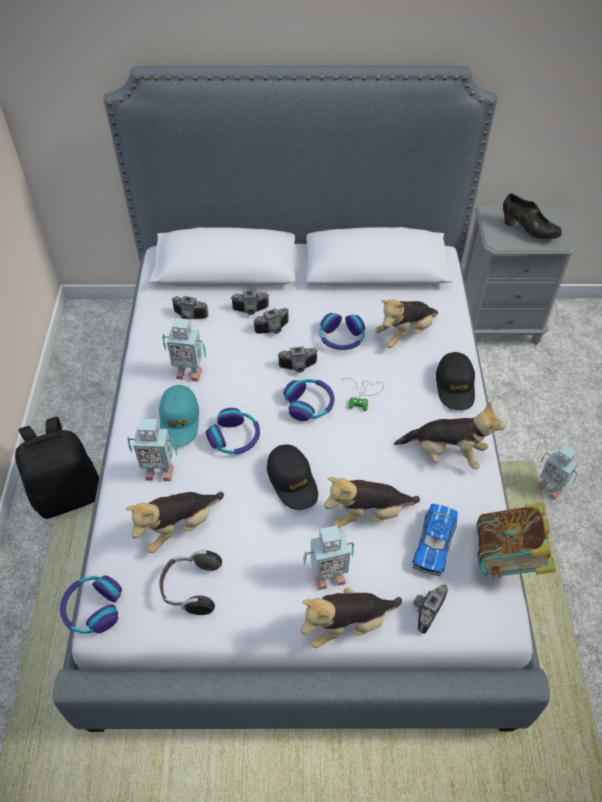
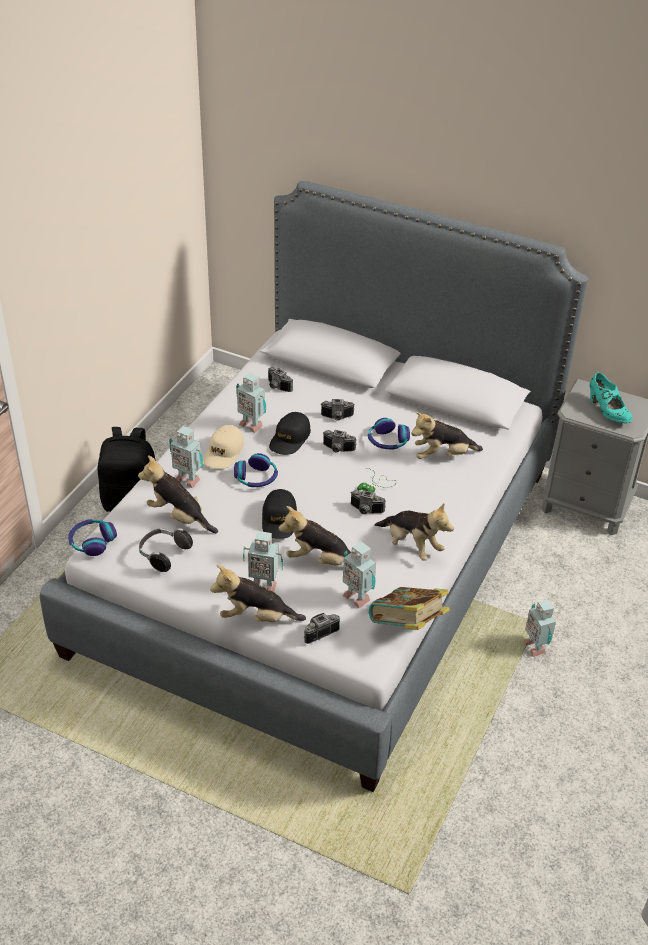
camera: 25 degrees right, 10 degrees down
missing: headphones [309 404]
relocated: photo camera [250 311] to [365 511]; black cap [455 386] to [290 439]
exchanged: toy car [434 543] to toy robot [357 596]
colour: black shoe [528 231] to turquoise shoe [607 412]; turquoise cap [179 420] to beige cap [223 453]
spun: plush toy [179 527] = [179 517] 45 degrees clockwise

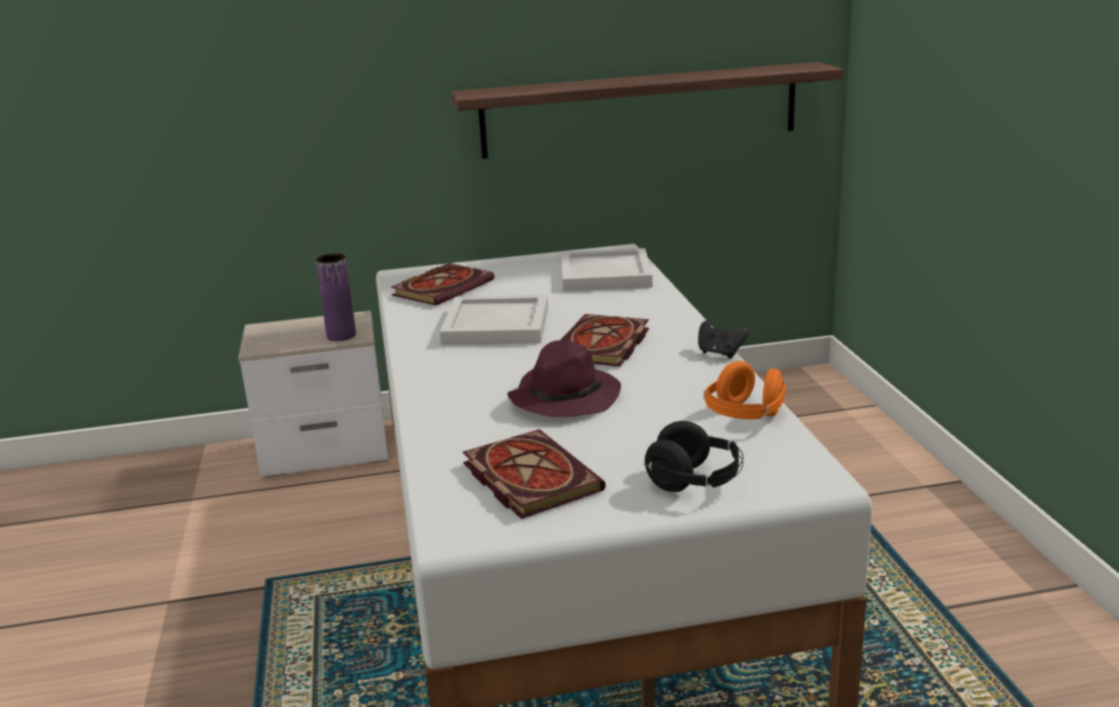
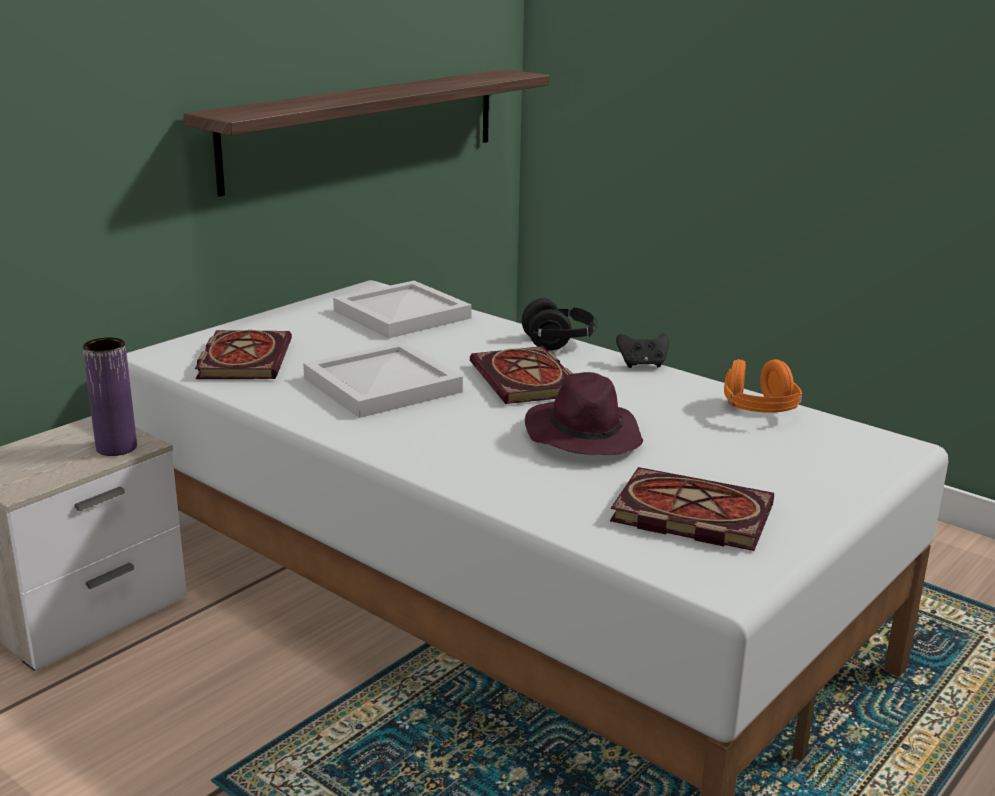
camera: 40 degrees left, 0 degrees up
relocated: black headphones [695 482] to [559 343]

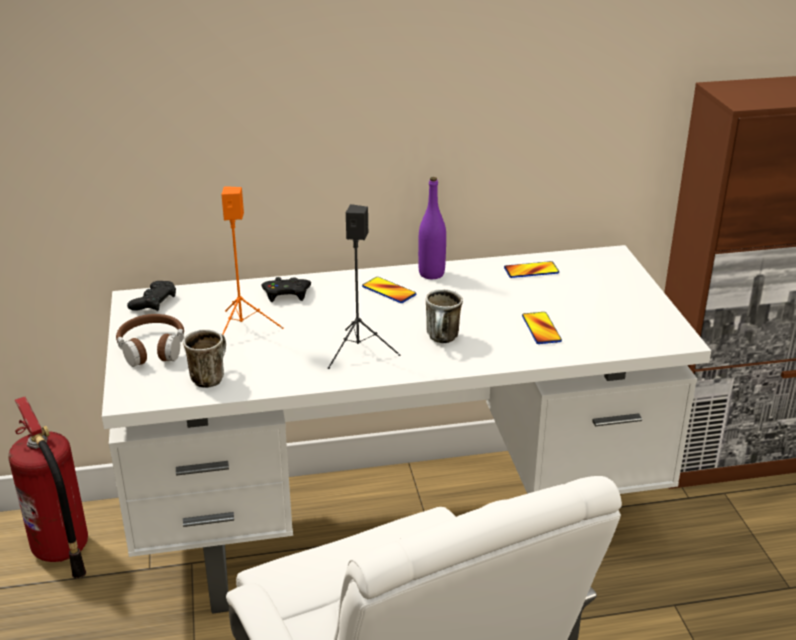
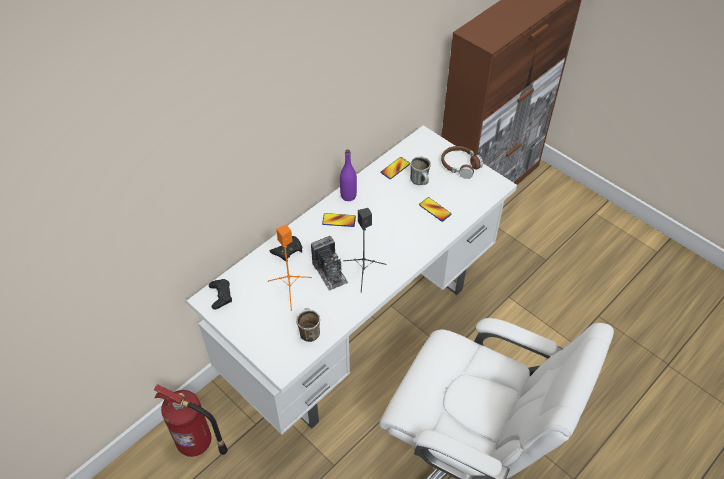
camera: 35 degrees left, 20 degrees up
appeared: photo camera [330 272]
relocated: mug [443 340] to [421 182]; brown headphones [152 348] to [460 165]

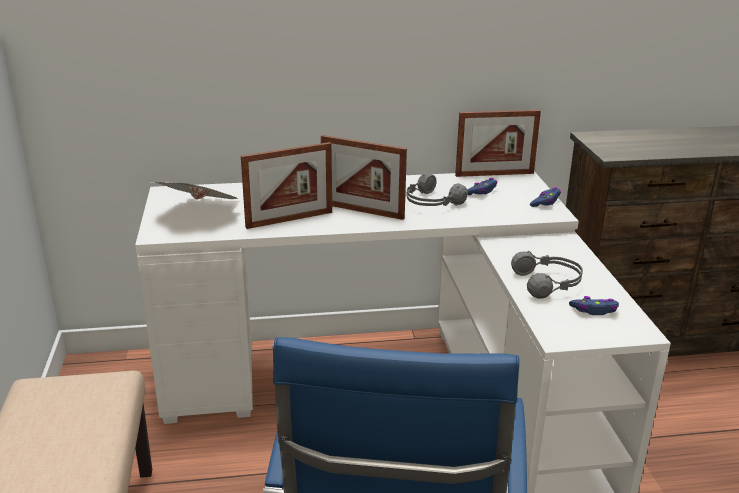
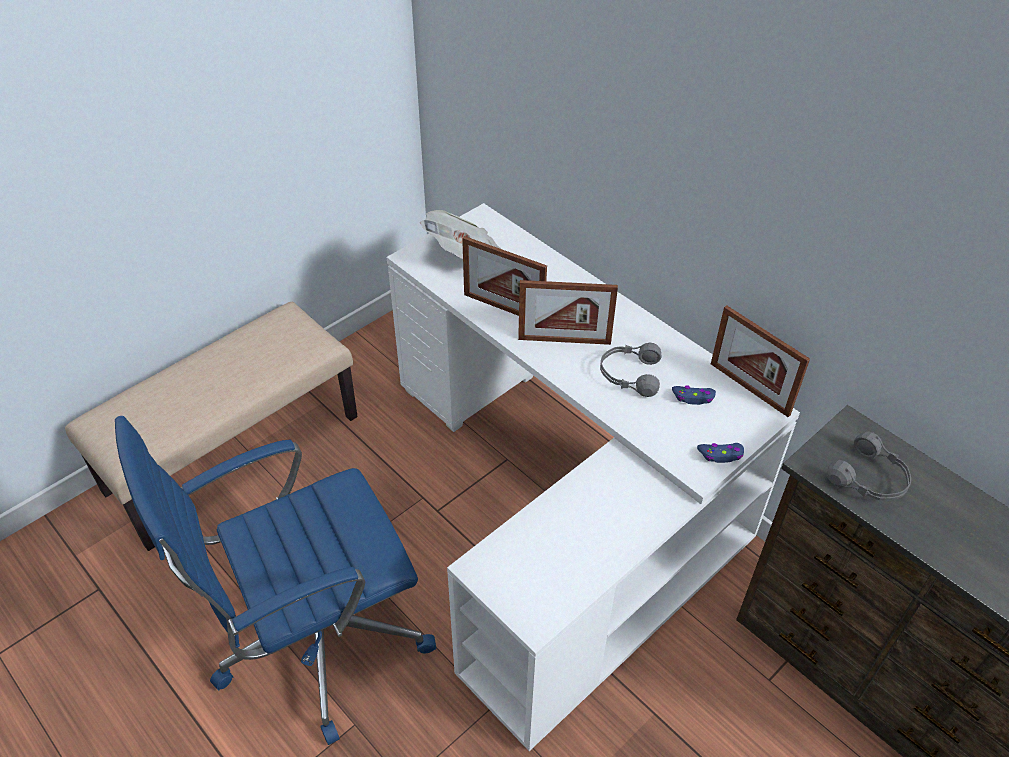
camera: 55 degrees right, 20 degrees up
missing: blue game controller [594 310]
relocated: grey headphones [548 283] to [869 479]
spun: picture frame [362 211] = [564 340] 75 degrees counterclockwise

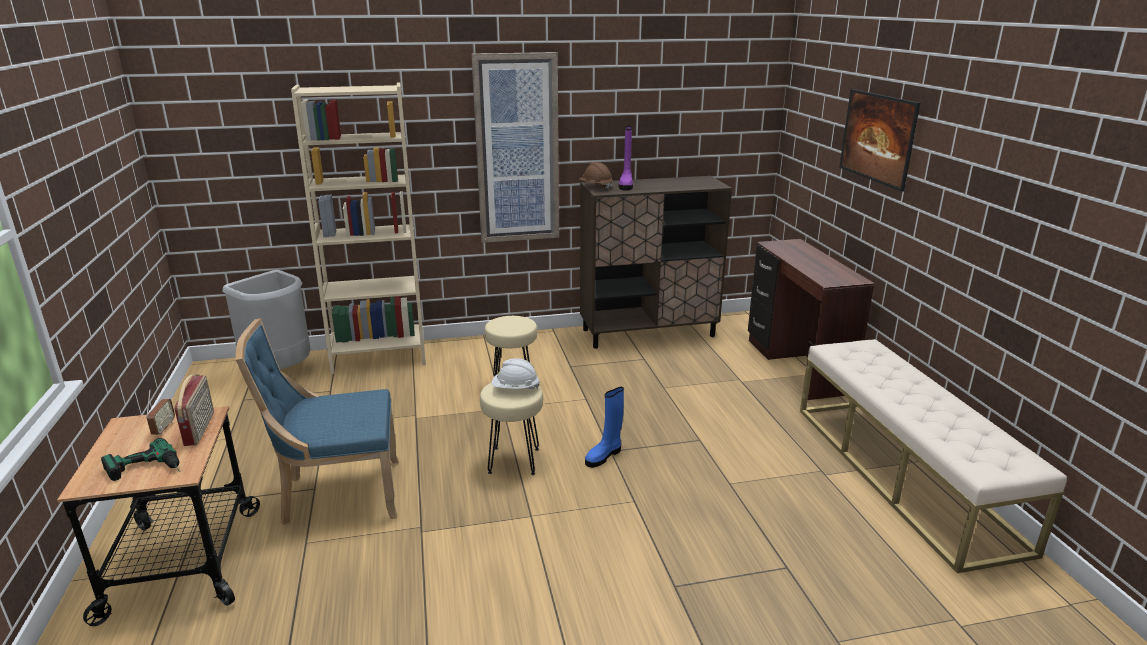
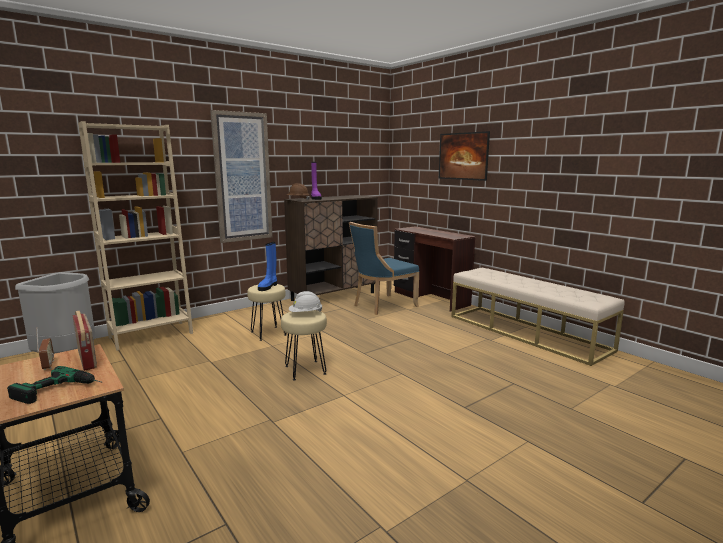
camera: 25 degrees left, 10 degrees down
relocated: blue chair [337 494] to [382 306]; blue boot [604 456] to [268 287]

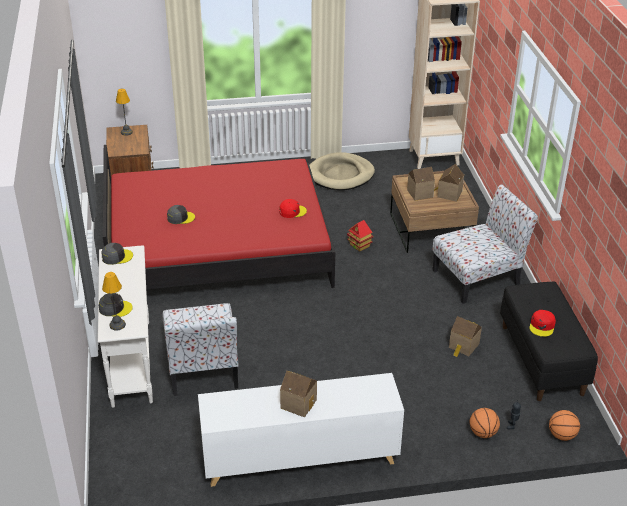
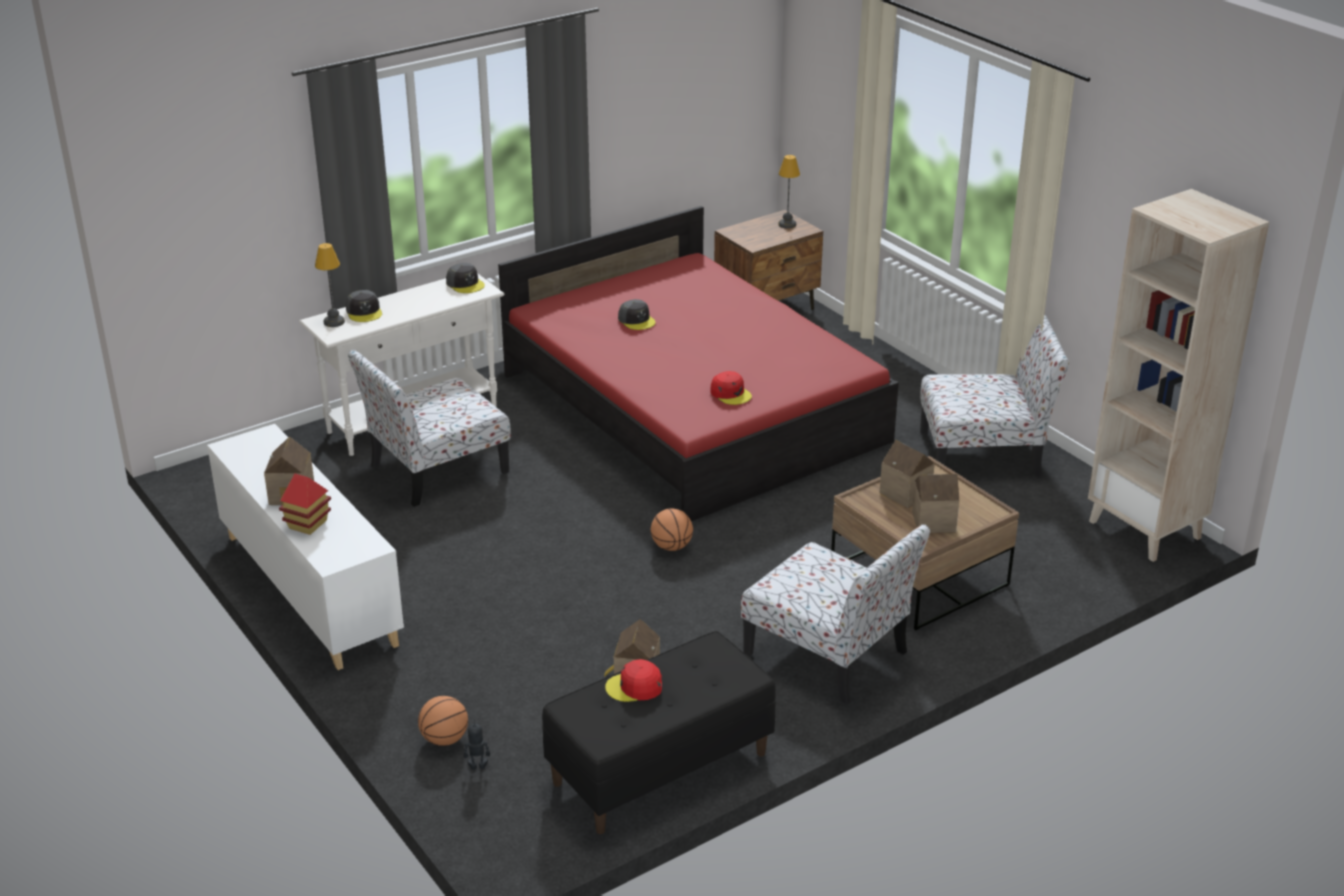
camera: 65 degrees right, 5 degrees down
relocated: toy house [359 245] to [308 524]; basketball [562 435] to [671 547]
exchanged: beige dog bed [341 175] to chair [984 454]

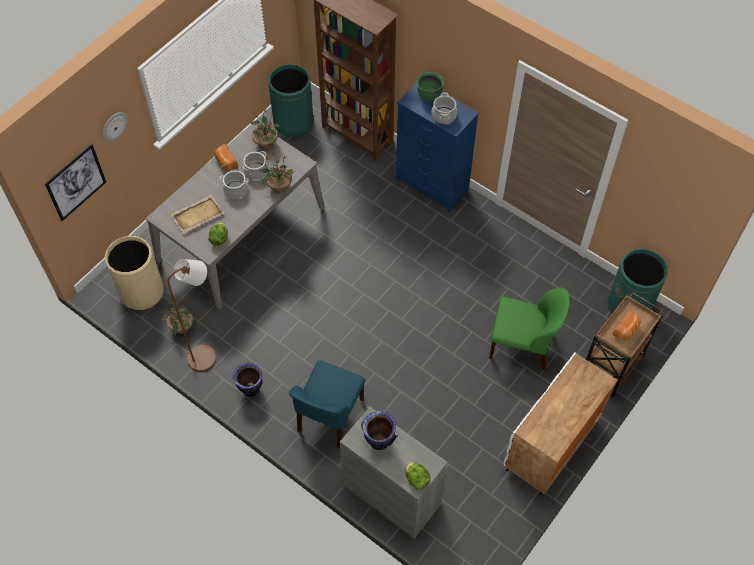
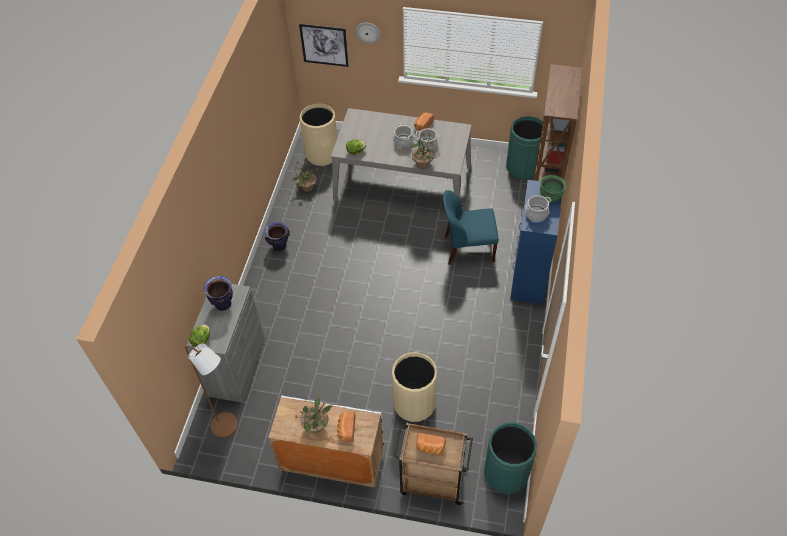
camera: 65 degrees right, 5 degrees down
missing: beige tray [197 215]
appeared: bread [346 429]
relocated: potted plant [266 143] to [316 425]; brown floor lamp [207 355] to [228 428]; blue chair [329 416] to [467 248]
exchanged: green chair [522 345] to beige trash can [414 403]

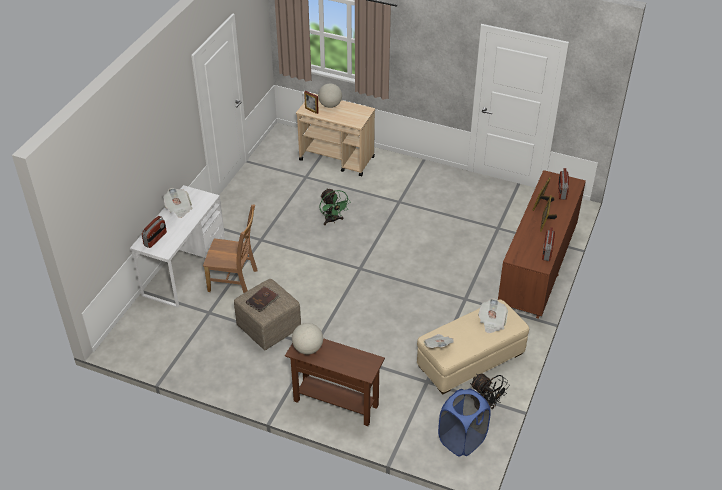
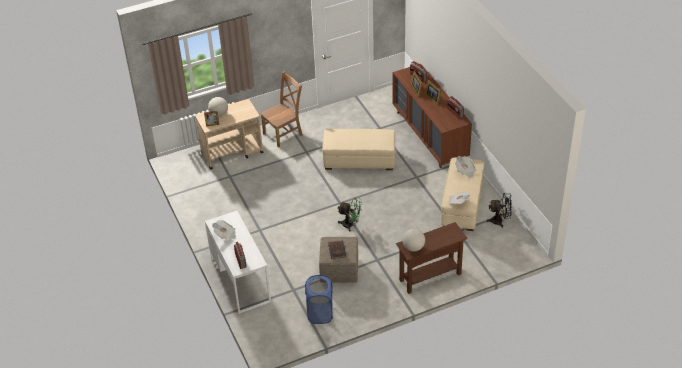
camera: 45 degrees left, 0 degrees up
appeared: beige ottoman [359 160]
relocated: green fan [332 220] to [350 225]; brown chair [235 281] to [284 133]; blue laundry basket [462 440] to [320 313]

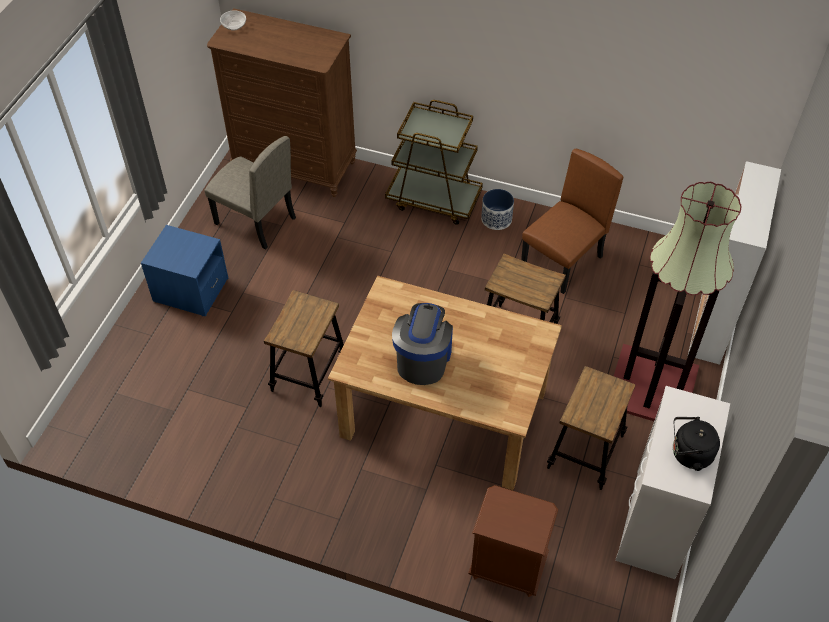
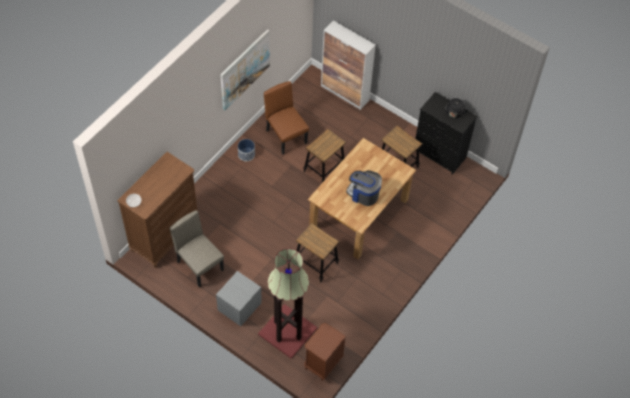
camera: 75 degrees left, 5 degrees up
missing: brown cart [434 199]
appeared: picture [244 69]
relocated: floor lamp [653 388] to [288 331]; brown nightstand [507 567] to [323 363]
colour: blue nightstand [191 290] to grey nightstand [239 306]; white dresser [655 524] to black dresser [440 154]
spun: beige chair [255 221] = [200 265] 90 degrees counterclockwise

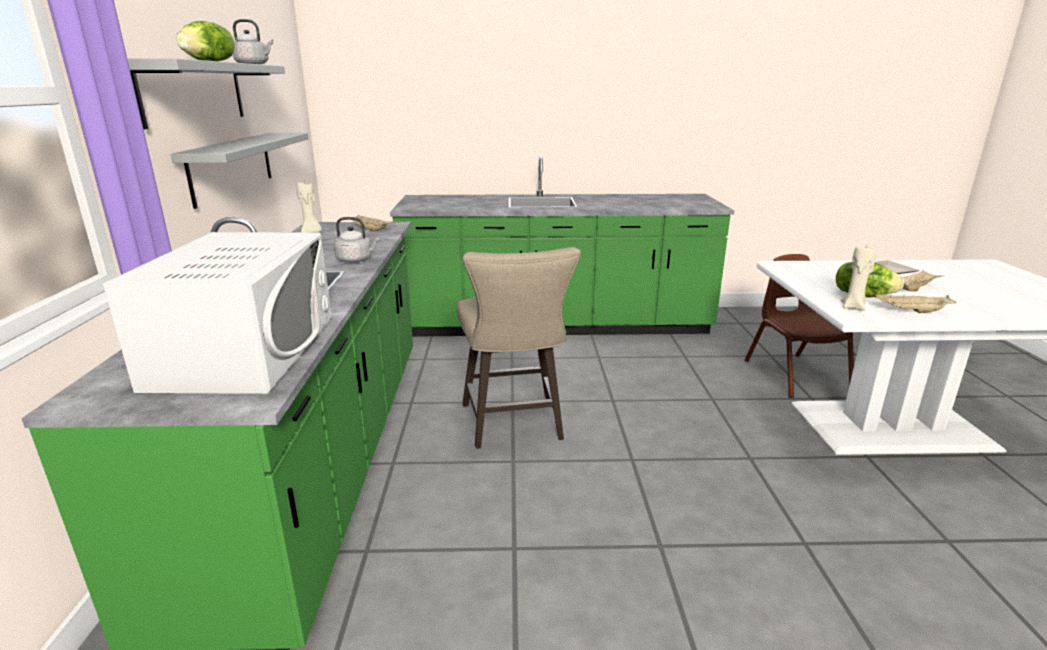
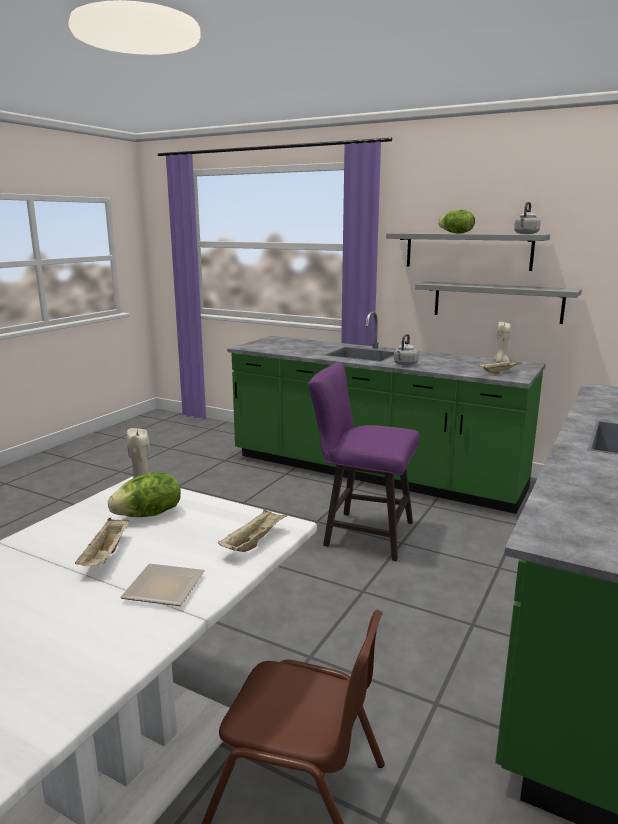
camera: 120 degrees right, 5 degrees down
missing: white microwave [246 350]
relocated: beige tray [912 311] to [254 542]
colour: beige stool [514 425] to purple stool [361 533]

